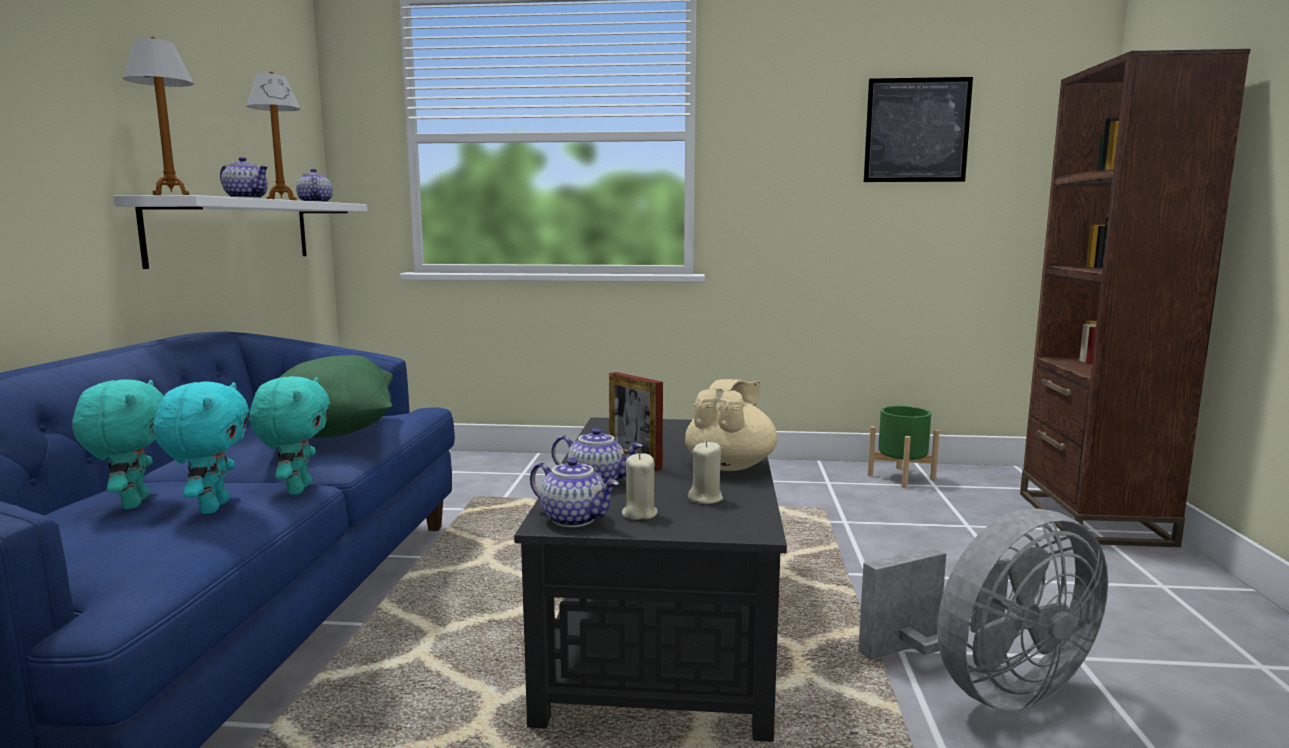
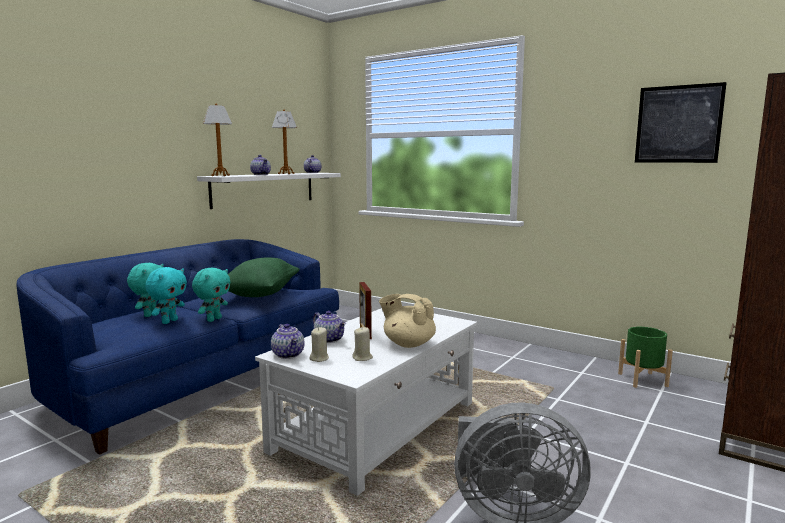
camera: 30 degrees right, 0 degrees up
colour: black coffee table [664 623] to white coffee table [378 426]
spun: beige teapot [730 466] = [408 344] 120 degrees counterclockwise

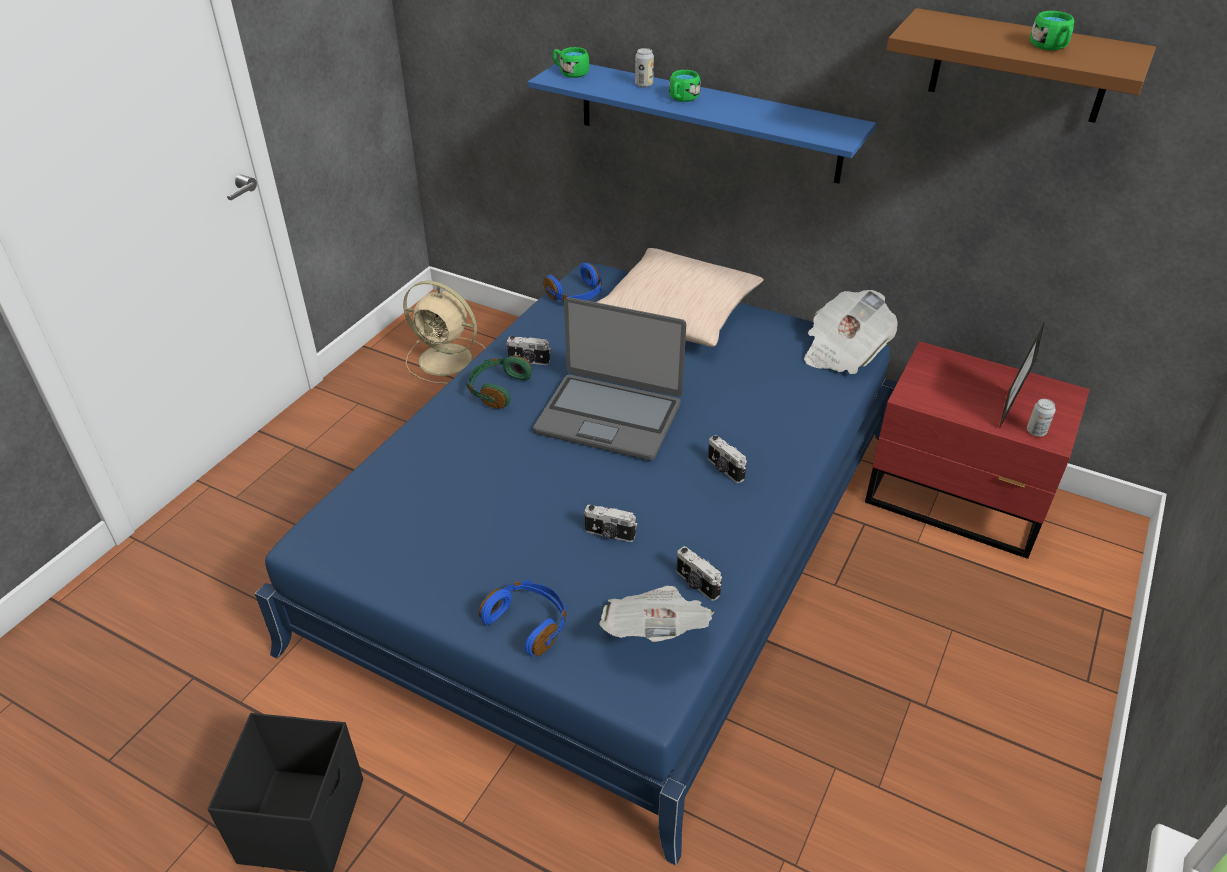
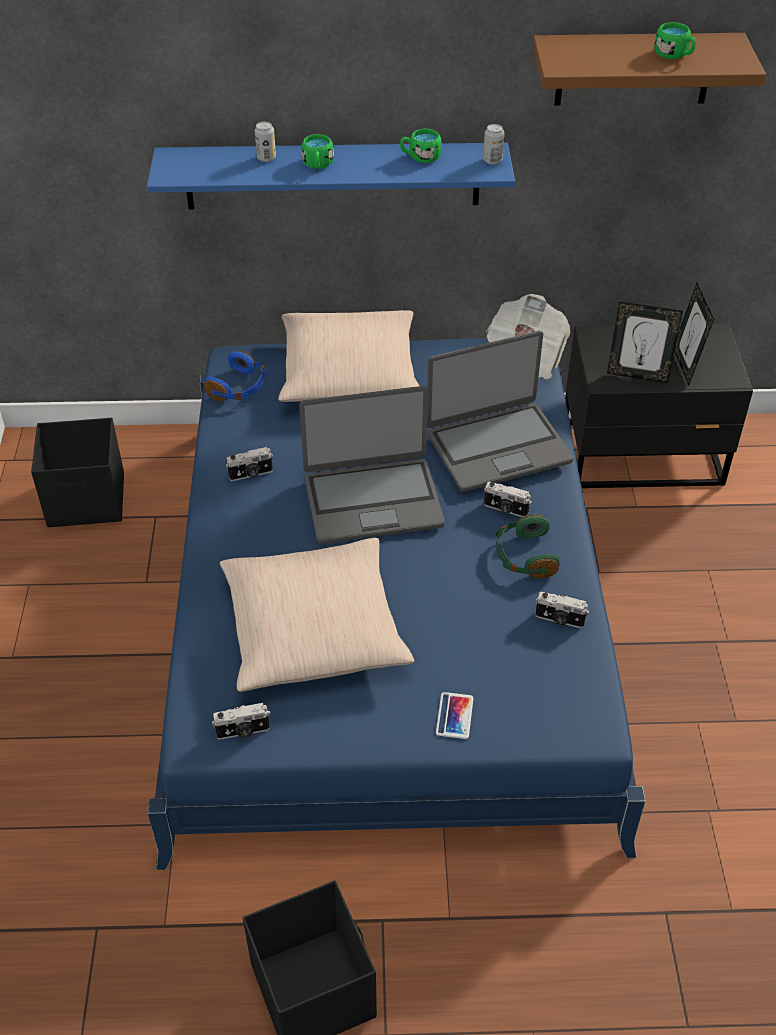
camera: 30 degrees left, 5 degrees up
missing: newspaper [655 632]
appeared: picture frame [637 375]; laptop [497 447]; beige pillow [314 629]
relocated: green mug [570 73] to [420 157]; green headphones [497 389] to [524 556]; can [1036 431] to [492 160]; photo camera [609 534] to [243 731]
exchanged: beige fan [448 360] to black storage box [88 501]; blue headphones [528 623] to phone [454 715]
colour: red nightstand [958 500] to black nightstand [644 455]

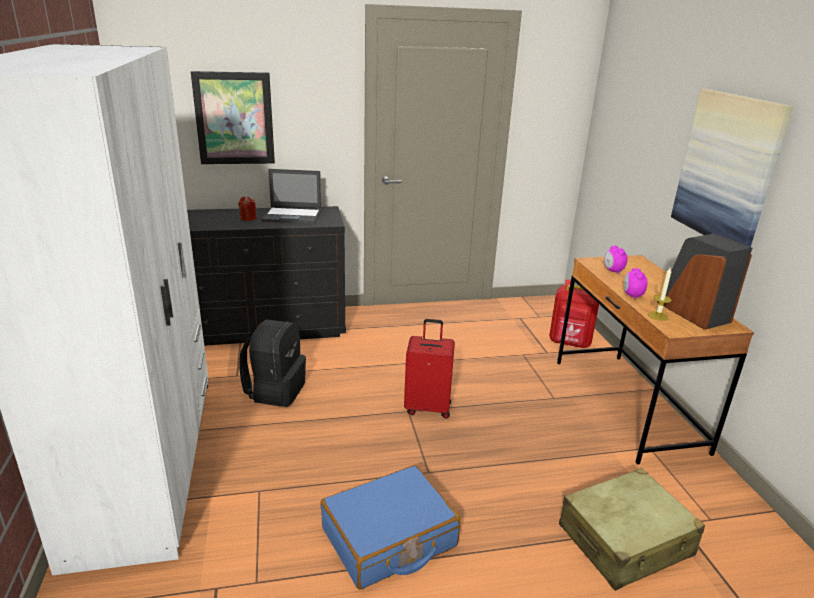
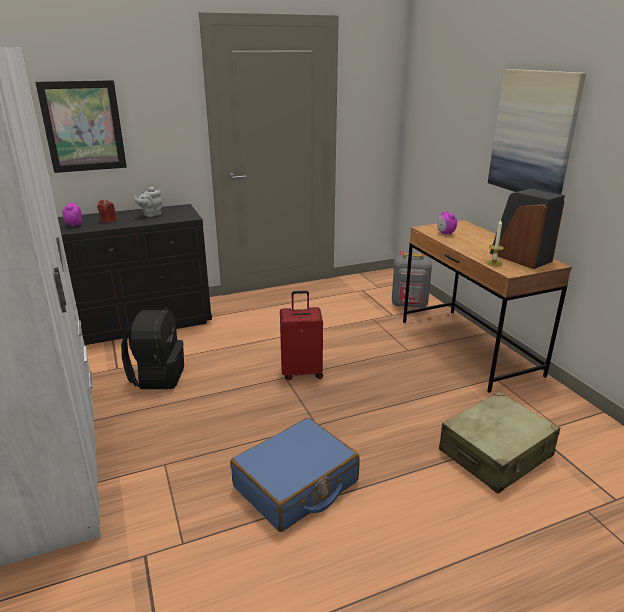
camera: 10 degrees left, 0 degrees up
relocated: alarm clock [632 295] to [74 225]
exchanged: laptop [293 216] to grey teapot [151 215]
colour: red backpack [570 343] to grey backpack [409 305]

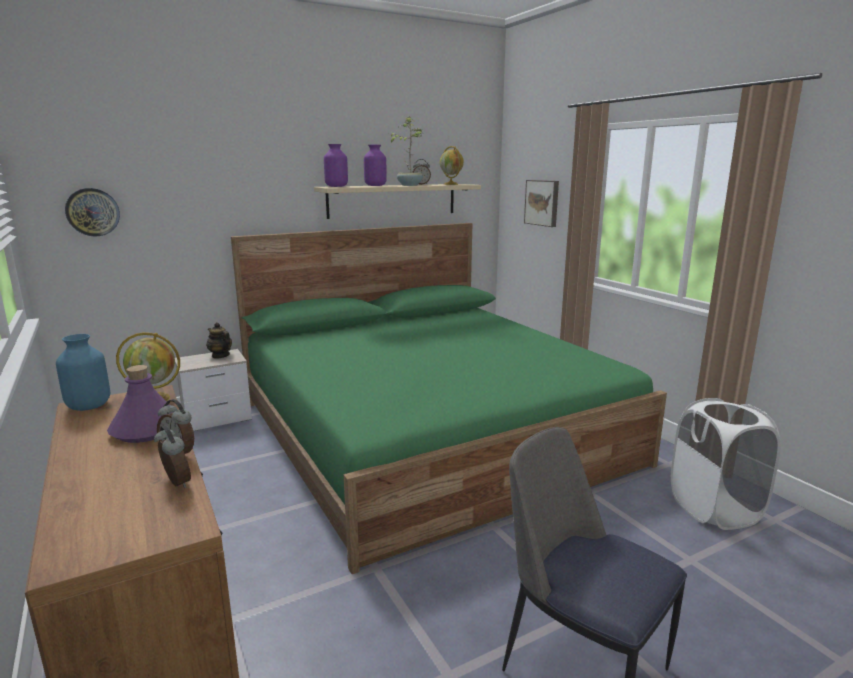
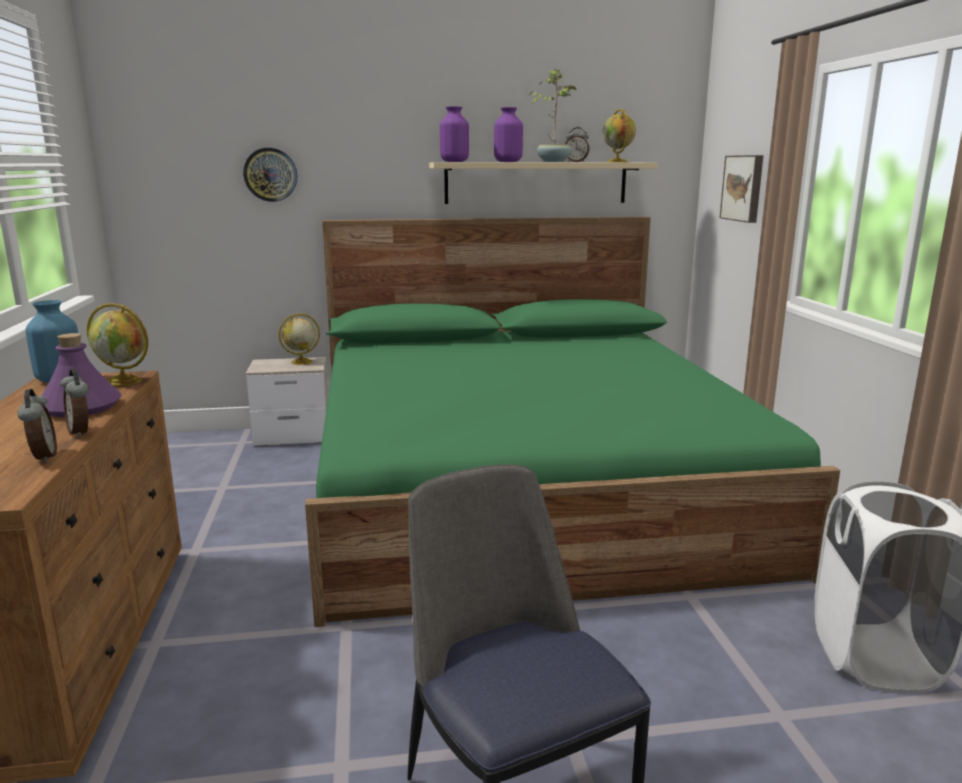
camera: 20 degrees right, 0 degrees up
relocated: wall clock [93 212] to [270 174]
exchanged: teapot [220 355] to globe [301 362]

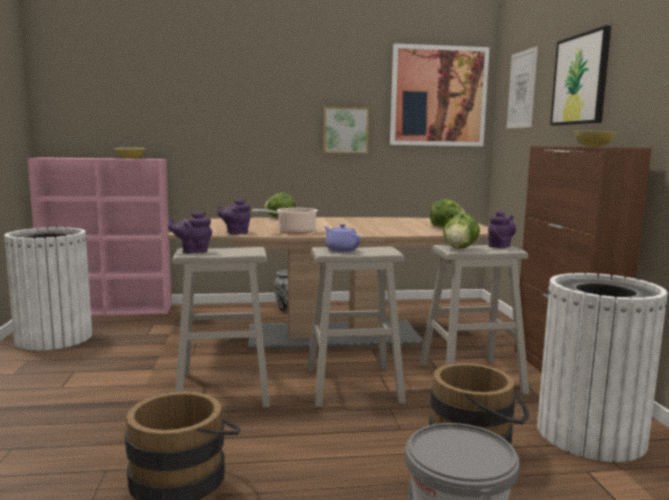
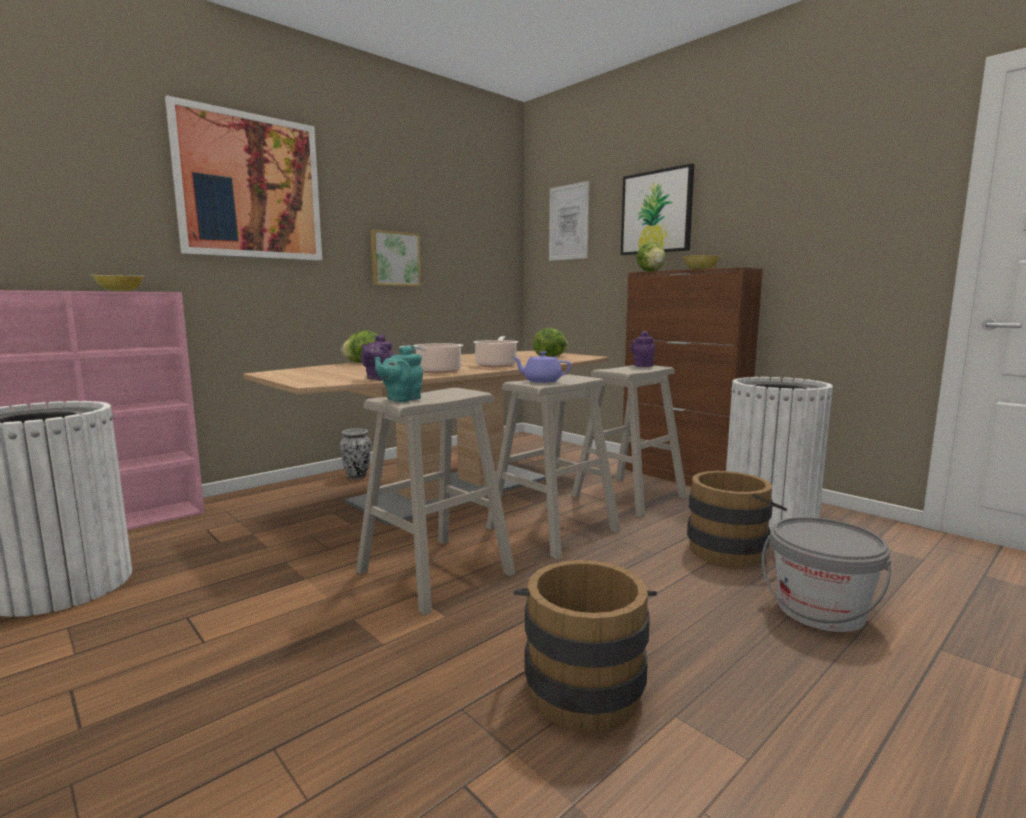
camera: 35 degrees left, 0 degrees up
appeared: cooking pot [496 365]
relocated: picture [438 96] to [250 187]; lettuce [460 248] to [651 271]
colour: purple teapot [193 251] to turquoise teapot [401 399]

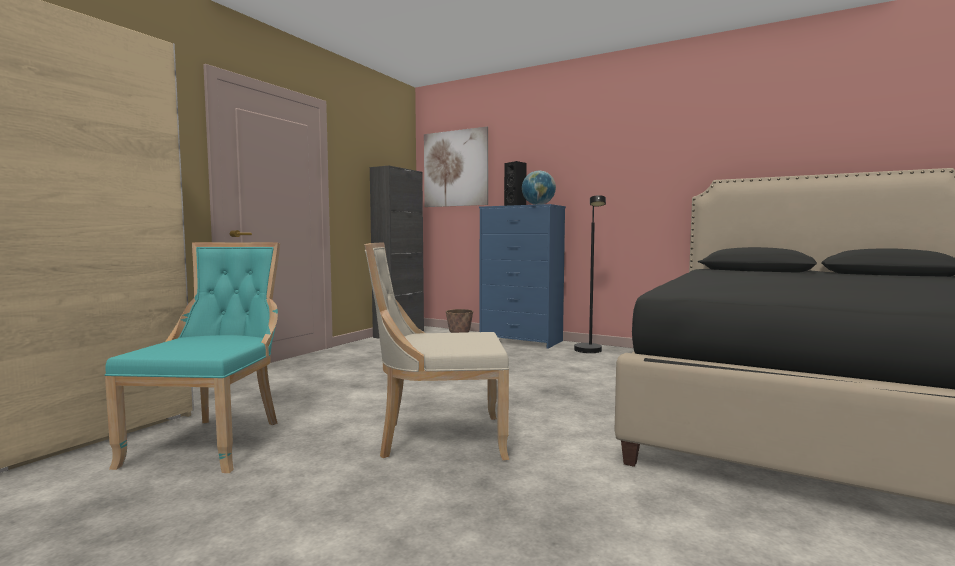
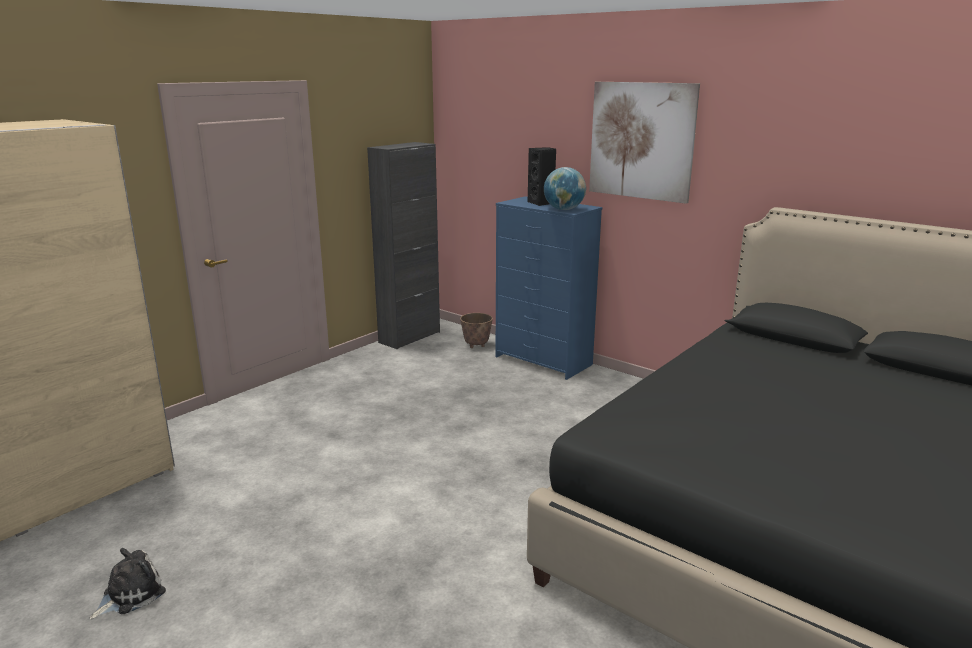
camera: 10 degrees right, 15 degrees up
missing: black floor lamp [589 352]; turquoise chair [213 441]; beige chair [438 439]
appeared: plush toy [130 594]
relocated: picture [455 168] to [641 141]

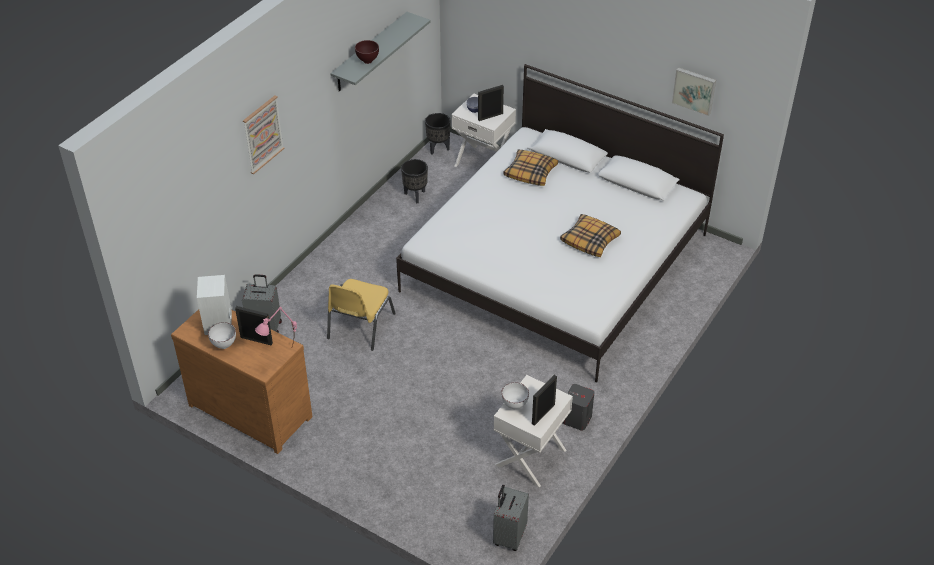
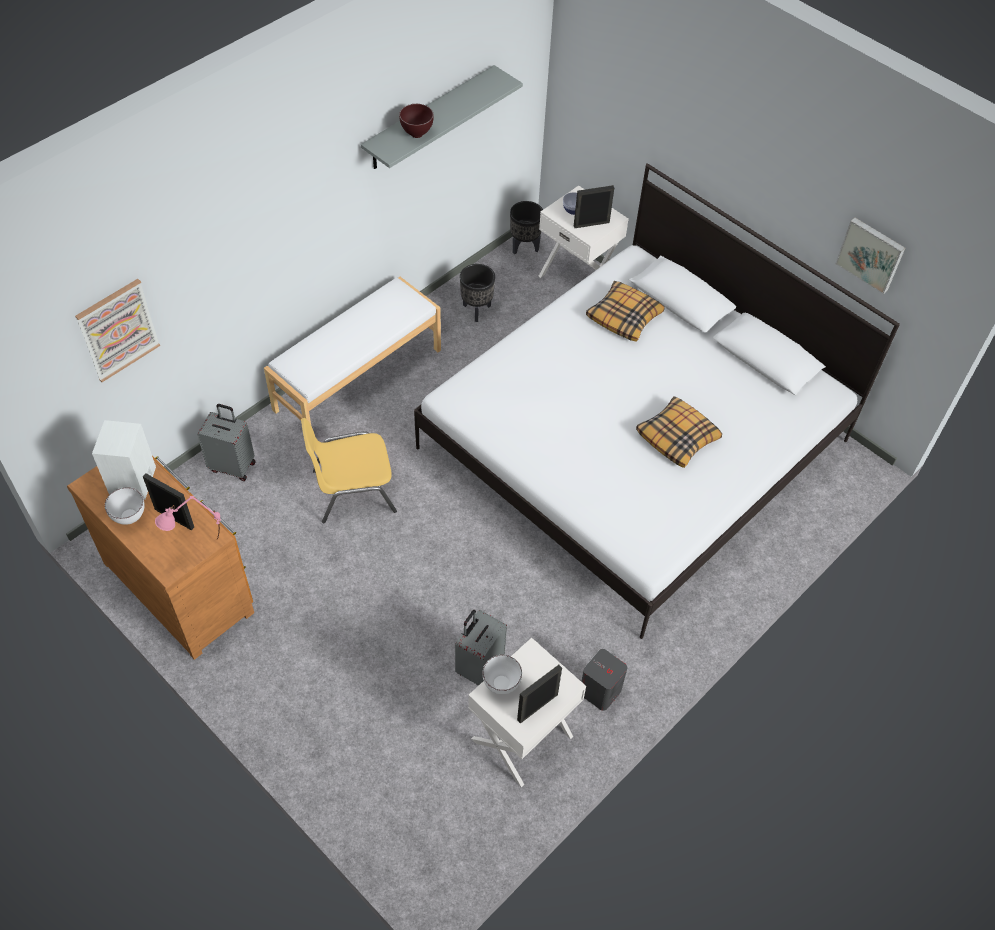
camera: 10 degrees right, 10 degrees up
appeared: white bench [357 379]
relocated: picture [262 134] to [118 330]; grey suitcase [509 536] to [479 665]
spun: yellow chair [360 326] = [352 490] 45 degrees clockwise

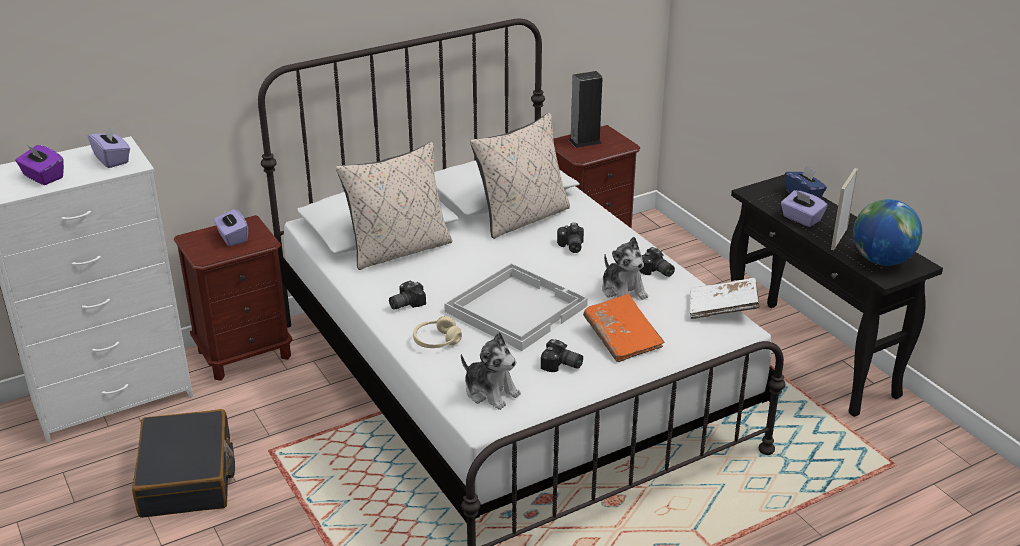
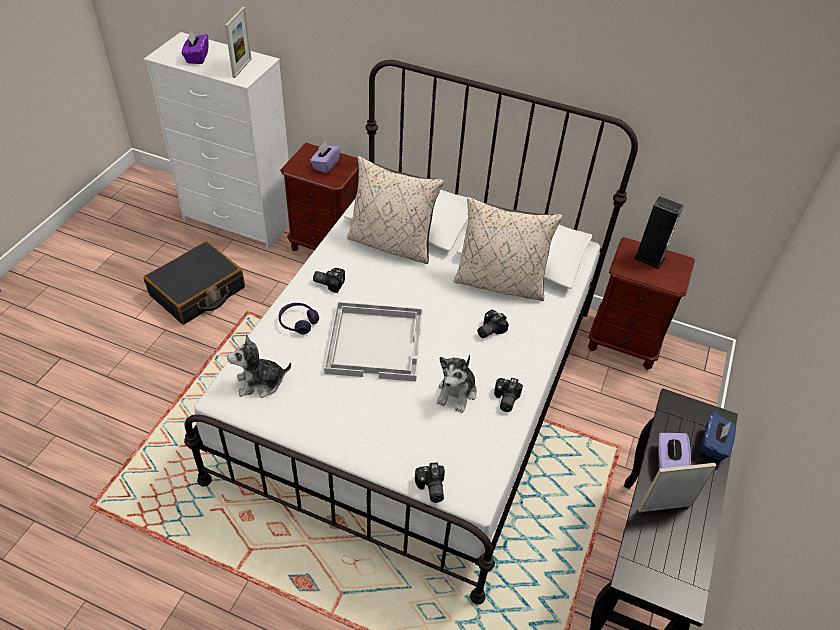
camera: 50 degrees right, 15 degrees up
missing: globe [881 260]; white book [722 309]; orange book [622 338]
relocated: photo camera [561 366] to [430 488]
exchanged: purple tissue box [112 159] to picture frame [242 68]
colour: beige headphones [436 341] to purple headphones [298 322]
spun: plush toy [490 392] = [260 383] 75 degrees clockwise

